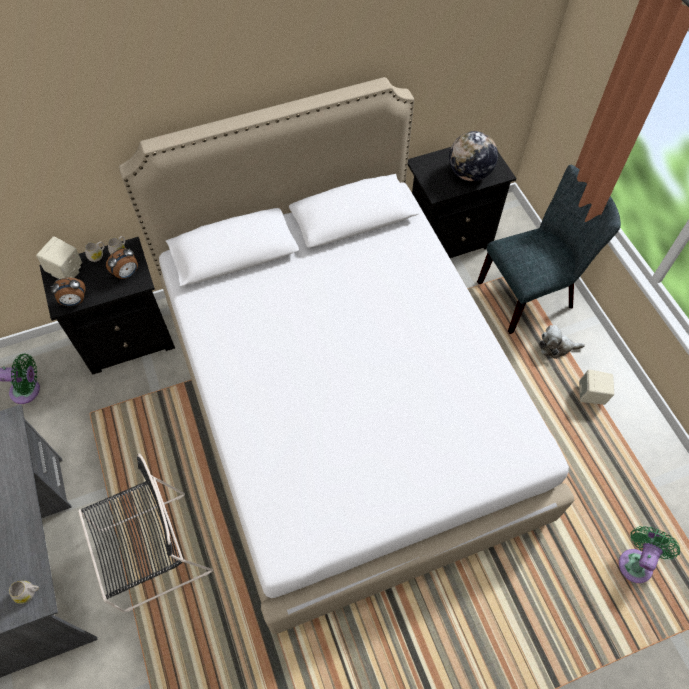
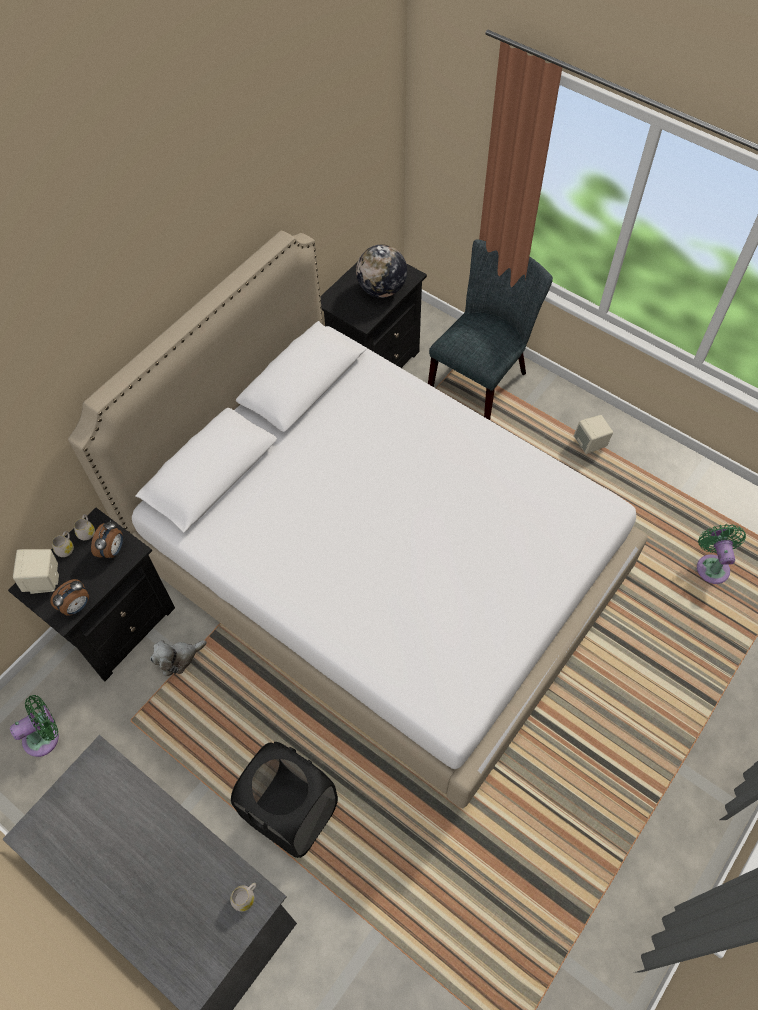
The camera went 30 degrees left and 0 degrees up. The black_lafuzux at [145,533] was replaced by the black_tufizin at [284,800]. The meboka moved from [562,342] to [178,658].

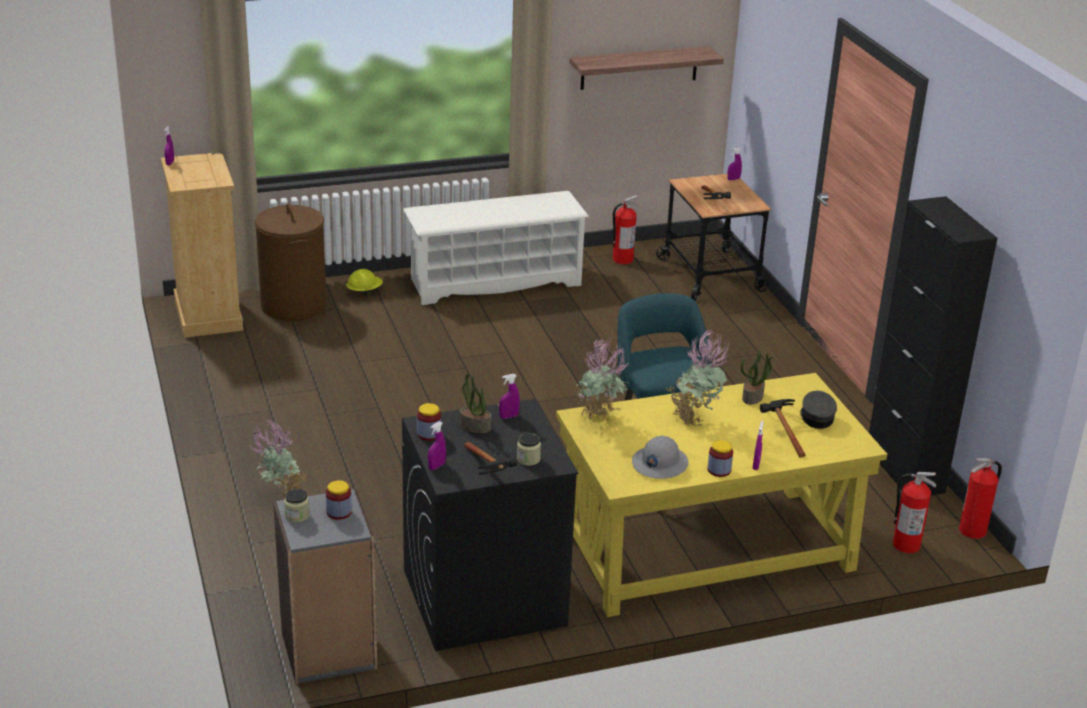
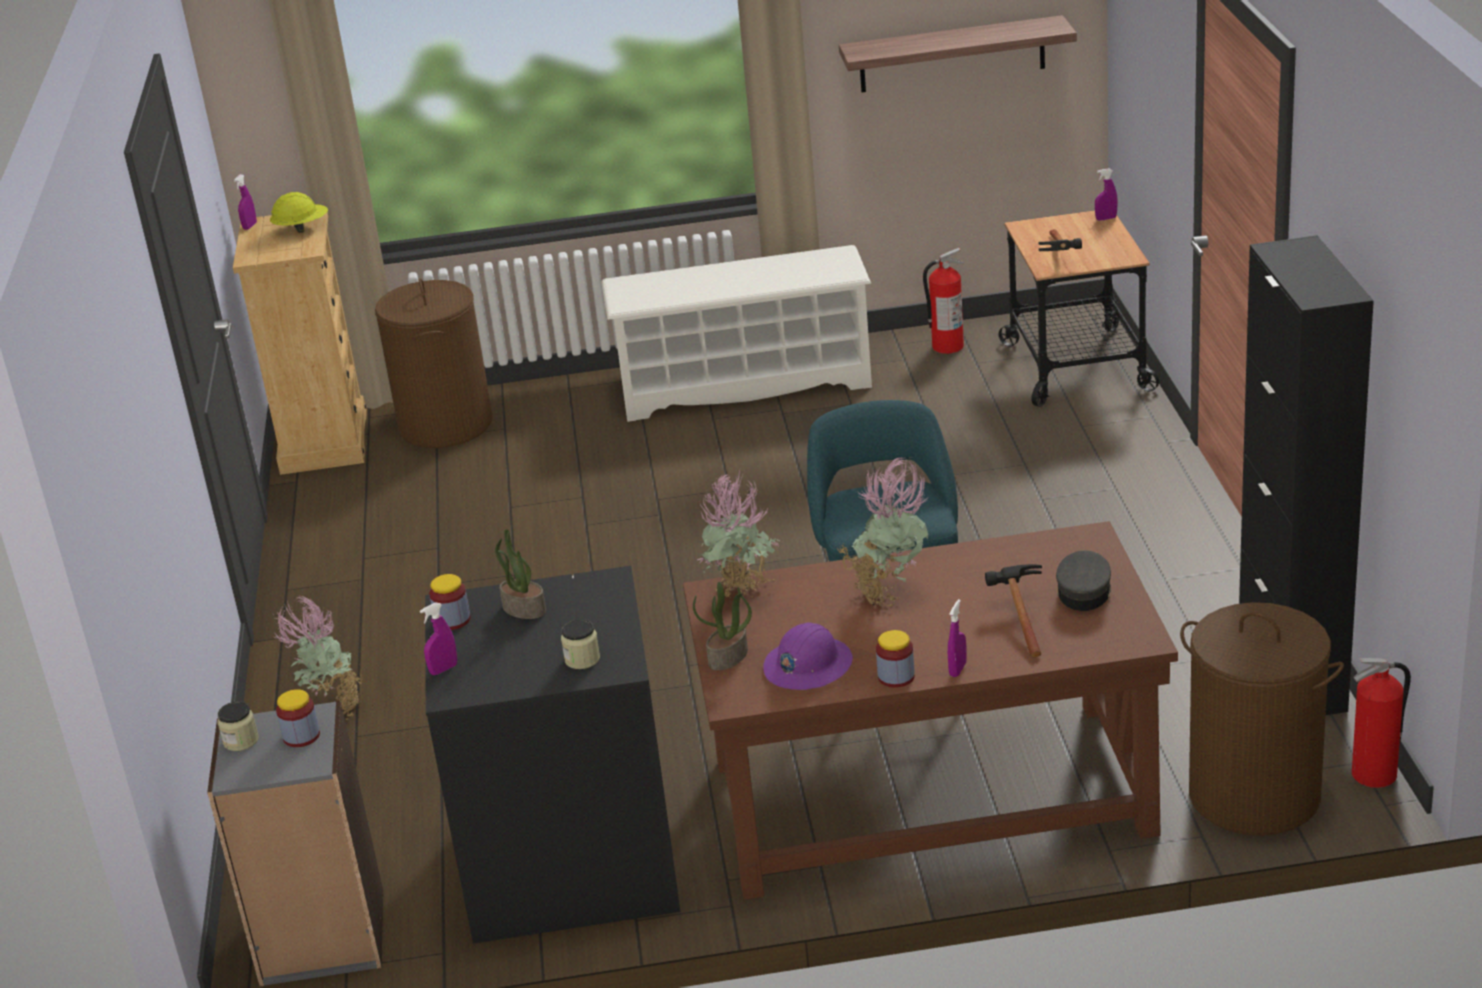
The camera went 15 degrees right and 0 degrees up. The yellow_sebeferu moved from [364,282] to [299,212]. The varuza at [490,458] disappeared. The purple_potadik at [509,396] disappeared. The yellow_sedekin at [721,495] became the brown_sedekin at [930,710]. The grey_sebeferu at [660,457] became the purple_sebeferu at [808,656]. The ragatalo moved from [757,377] to [722,626]. The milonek at [914,512] was replaced by the brown_tufizin at [1262,719].

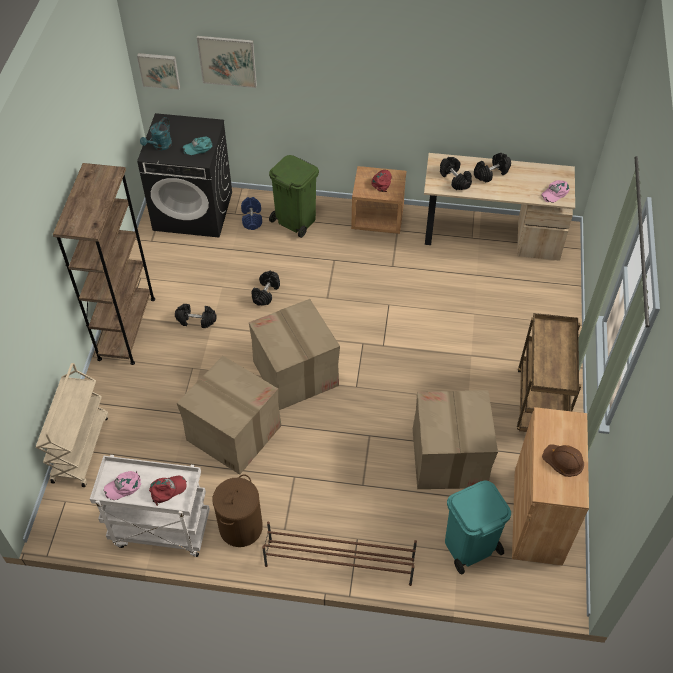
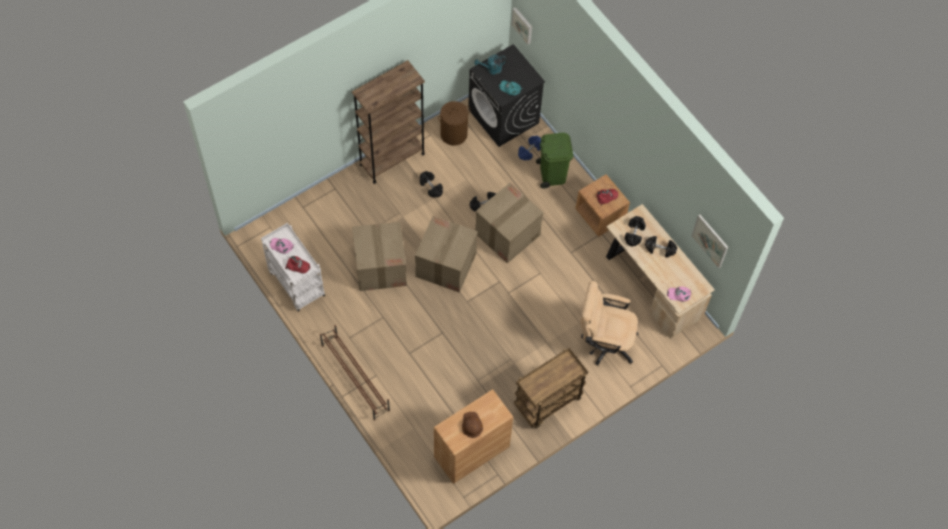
The camera went 45 degrees right and 10 degrees up. The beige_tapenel at [72,425] disappeared. The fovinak moved from [227,62] to [709,241]. The brown_tufizin moved from [238,511] to [454,123]. The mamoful moved from [455,439] to [509,223]. The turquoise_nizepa at [478,527] disappeared. The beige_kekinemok at [609,323] appeared.

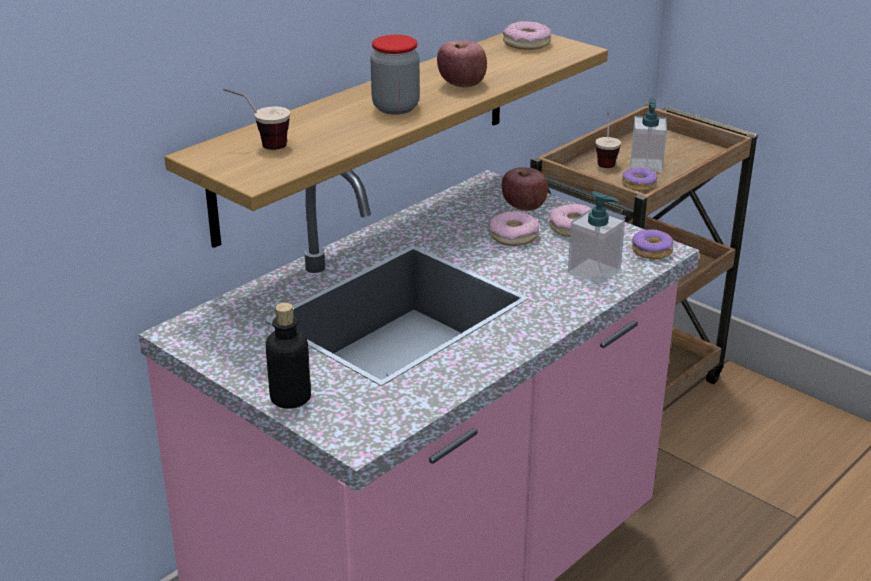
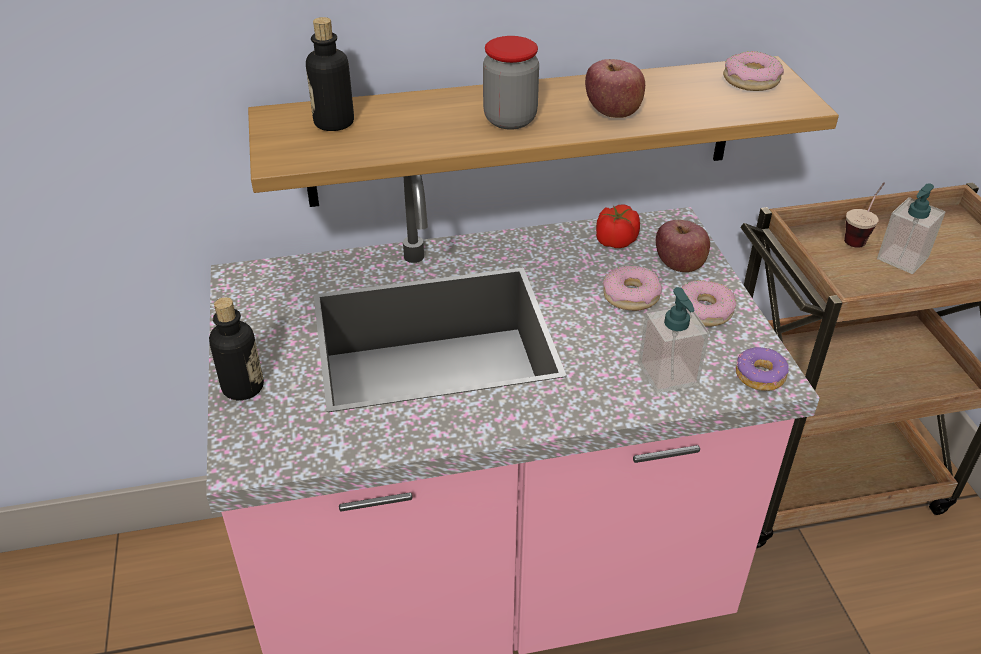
The camera went 35 degrees right and 10 degrees up. The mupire at [256,119] was replaced by the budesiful at [330,74]. The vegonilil at [640,180] disappeared. The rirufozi at [618,226] appeared.

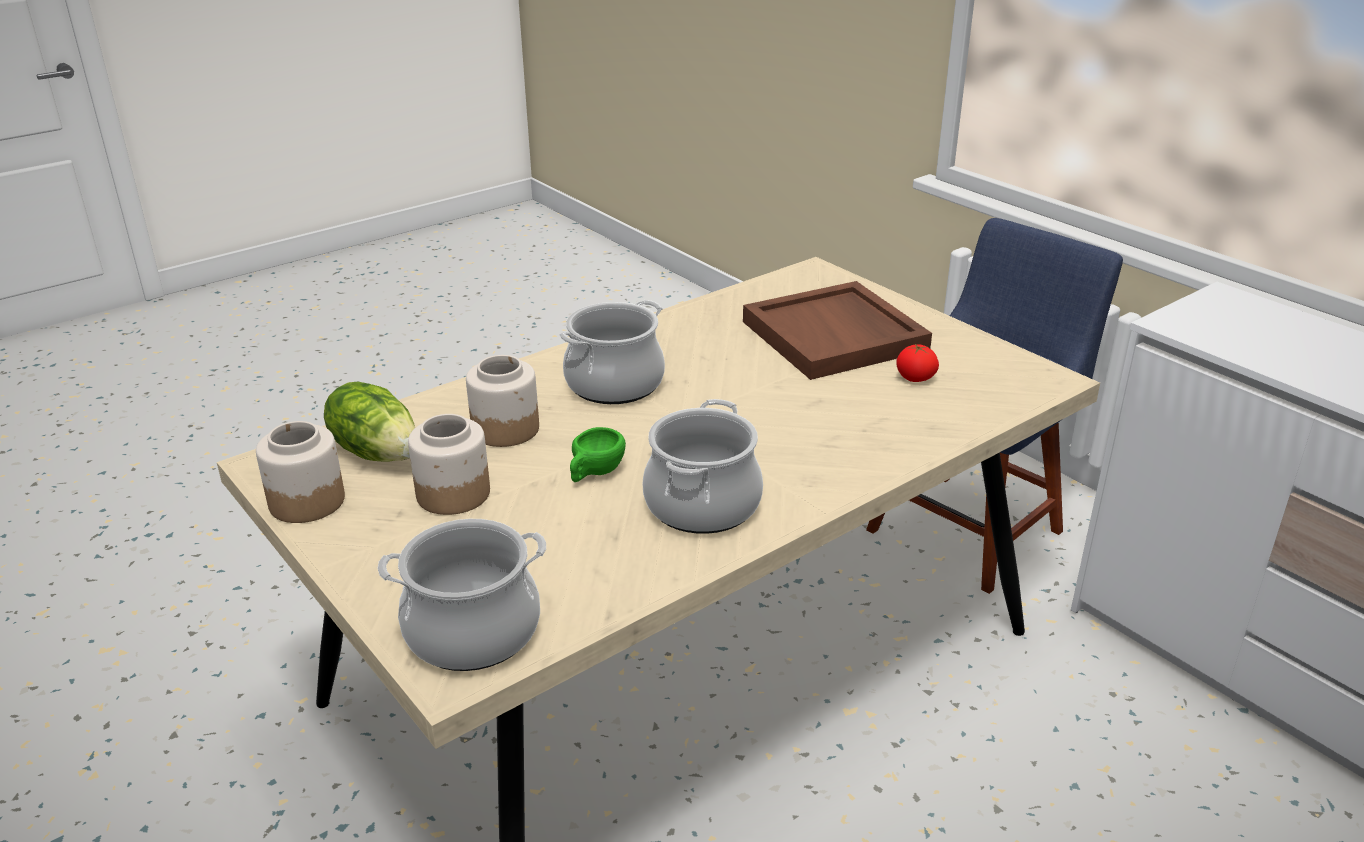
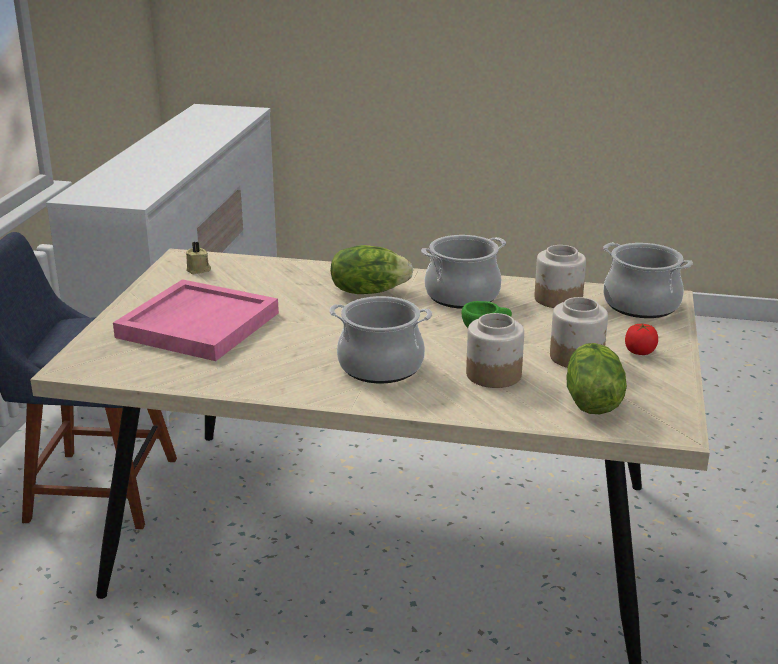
The camera went 130 degrees left and 5 degrees down. The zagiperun moved from [300,472] to [560,276]. The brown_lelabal at [837,330] became the pink_lelabal at [196,320]. The rirufozi moved from [918,363] to [641,339]. The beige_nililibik at [198,258] appeared. The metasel at [371,269] appeared.

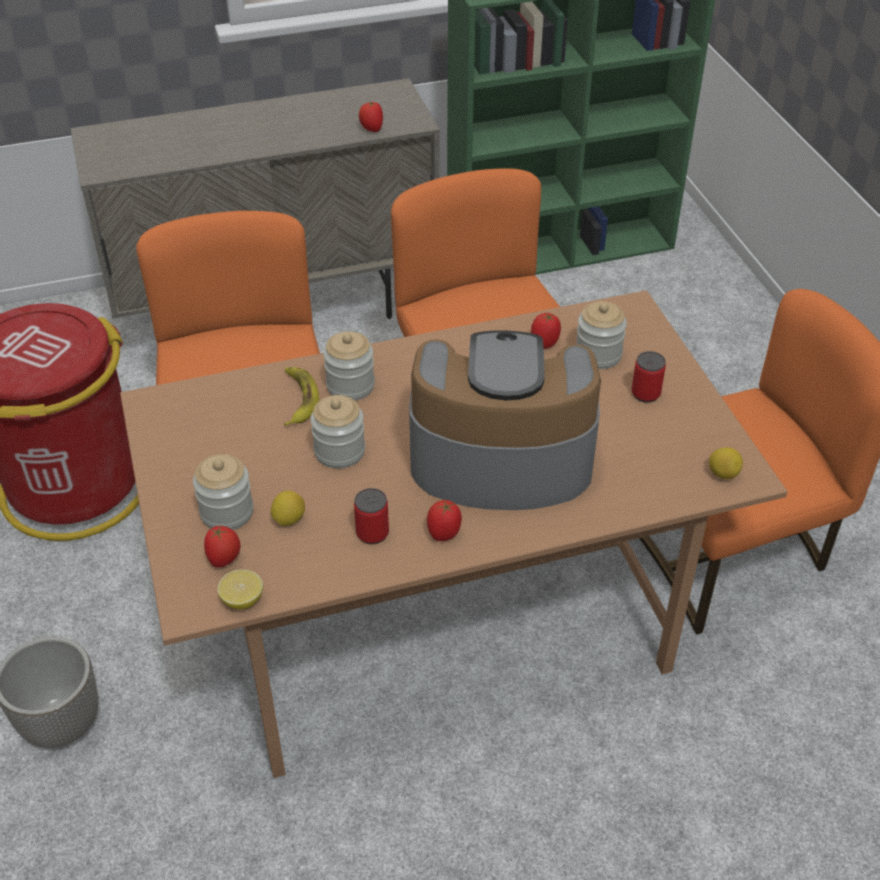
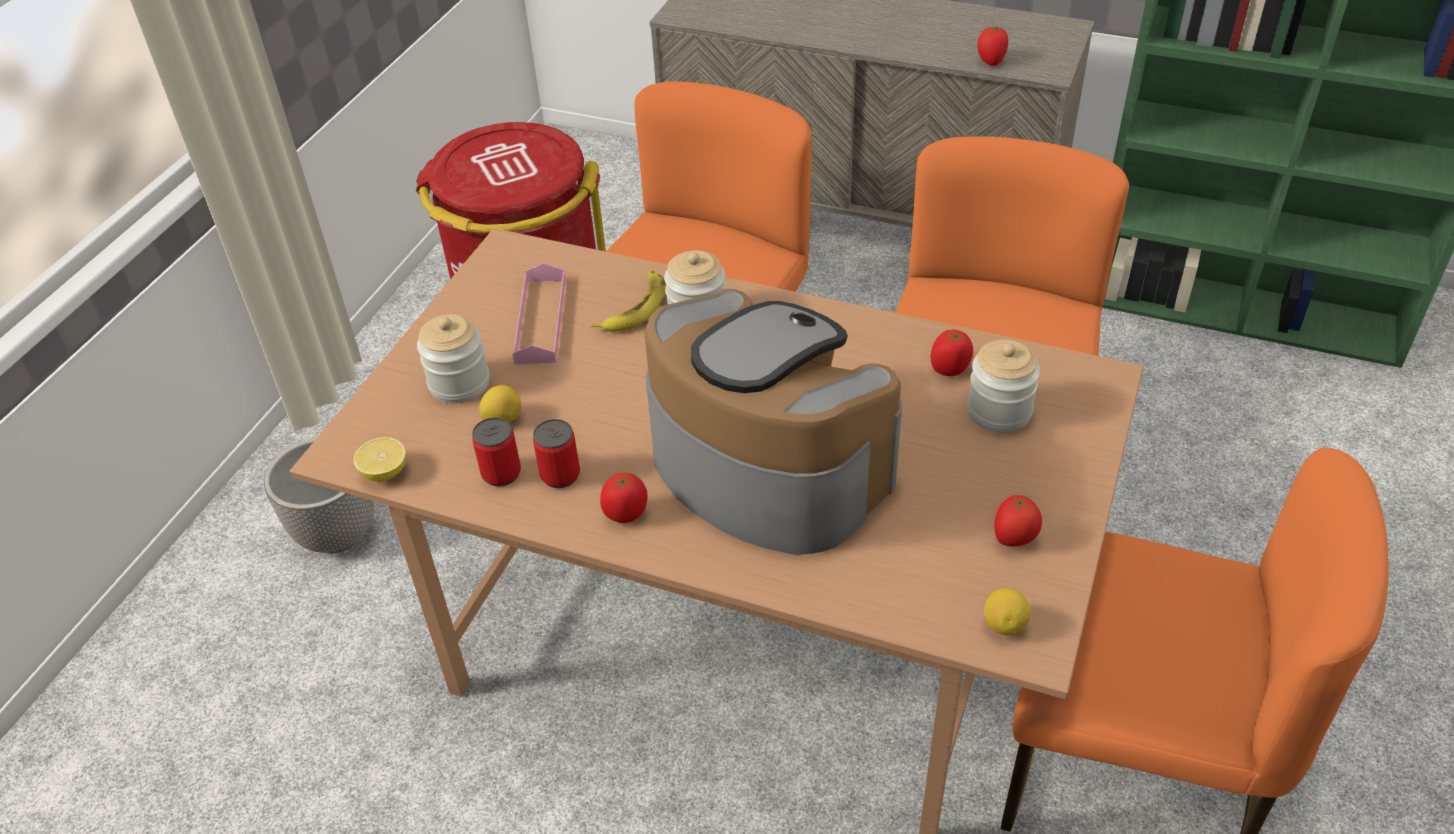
The camera went 40 degrees right and 0 degrees up. The rirufozi moved from [222,546] to [1018,521]. The zagiperun at [337,432] disappeared. The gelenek moved from [648,377] to [496,452]. The pink_lelabal at [539,313] appeared.

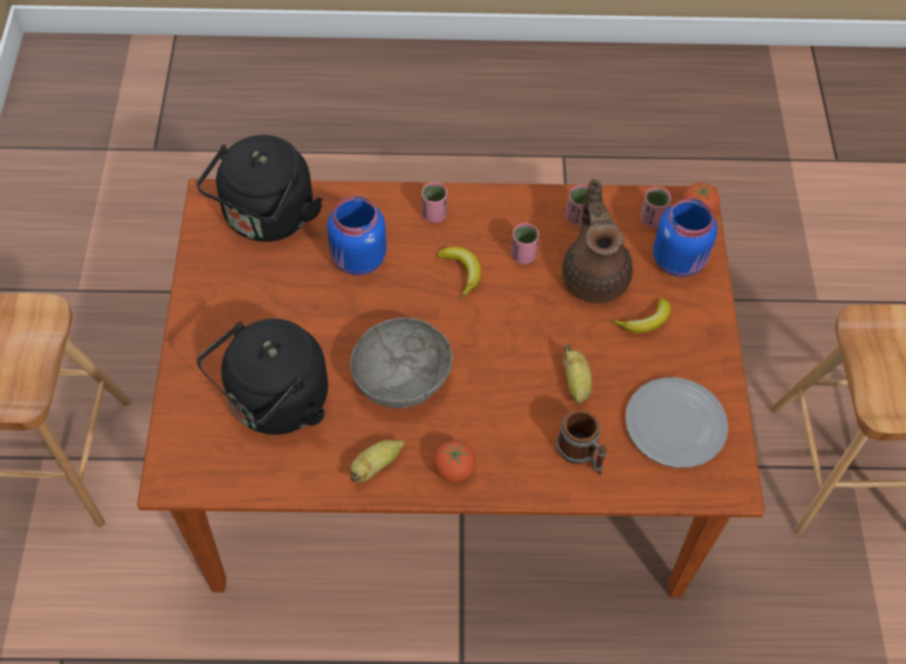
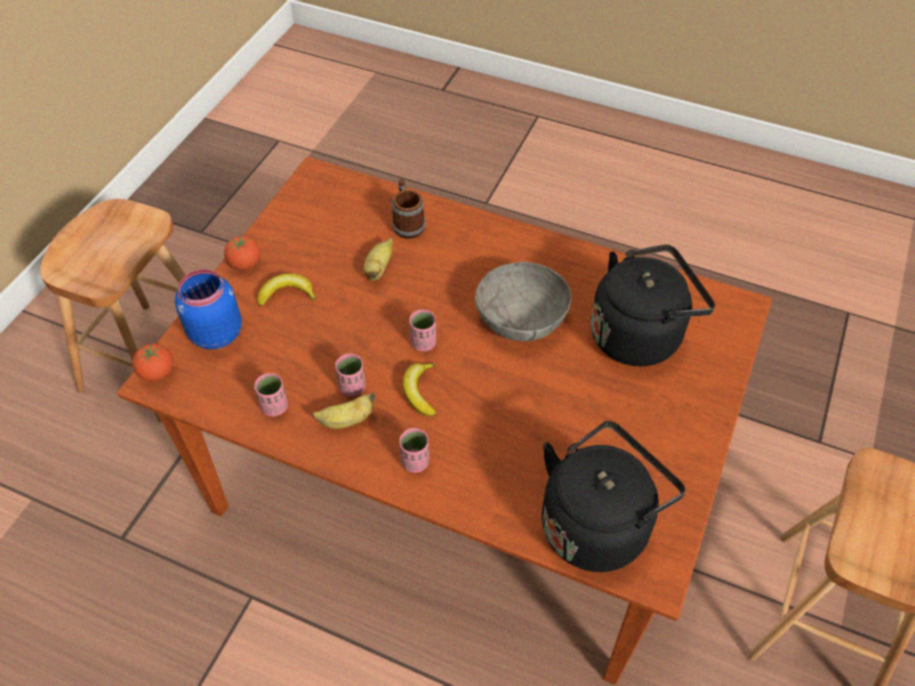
The camera went 155 degrees left and 5 degrees down. The blue_zagiperun at [356,235] disappeared. The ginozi moved from [377,461] to [344,411]. The rirufozi moved from [455,462] to [242,253]. The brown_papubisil at [597,241] disappeared. The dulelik at [676,422] disappeared. The pink_mupire moved from [655,207] to [422,330].

